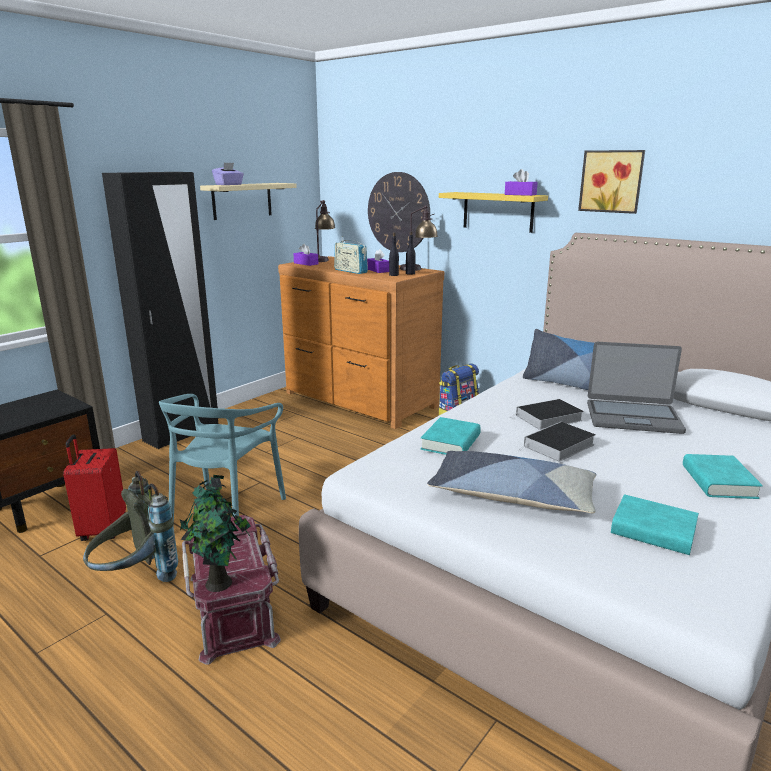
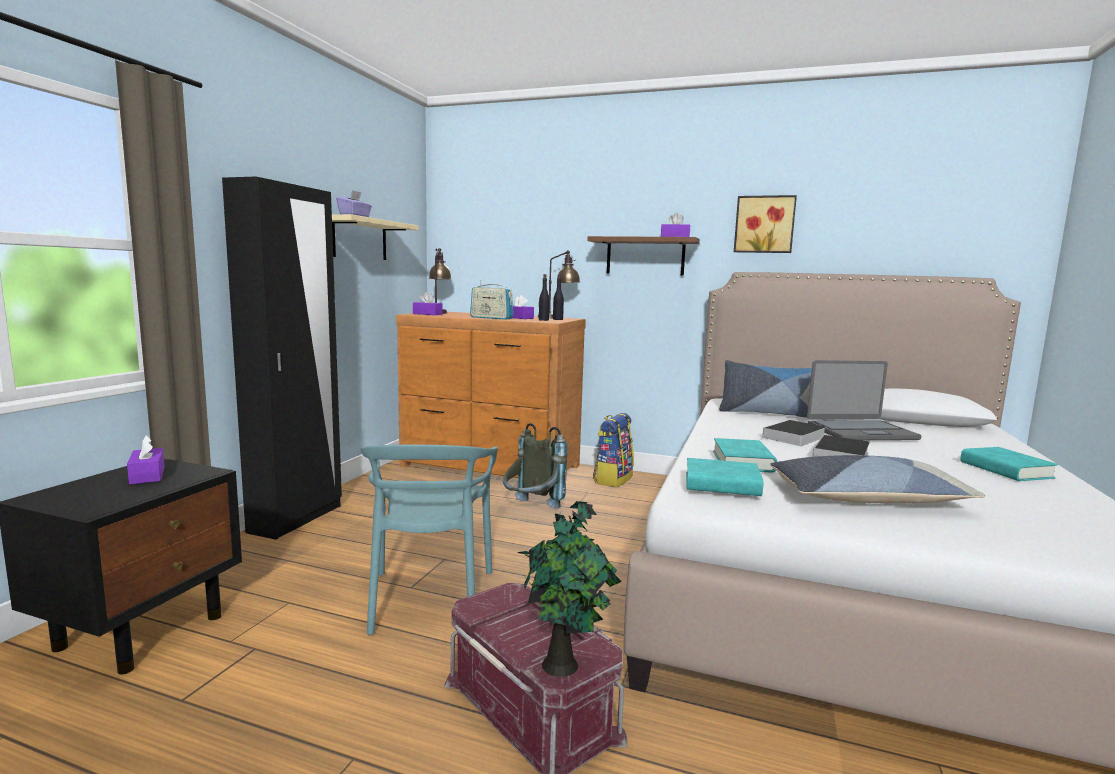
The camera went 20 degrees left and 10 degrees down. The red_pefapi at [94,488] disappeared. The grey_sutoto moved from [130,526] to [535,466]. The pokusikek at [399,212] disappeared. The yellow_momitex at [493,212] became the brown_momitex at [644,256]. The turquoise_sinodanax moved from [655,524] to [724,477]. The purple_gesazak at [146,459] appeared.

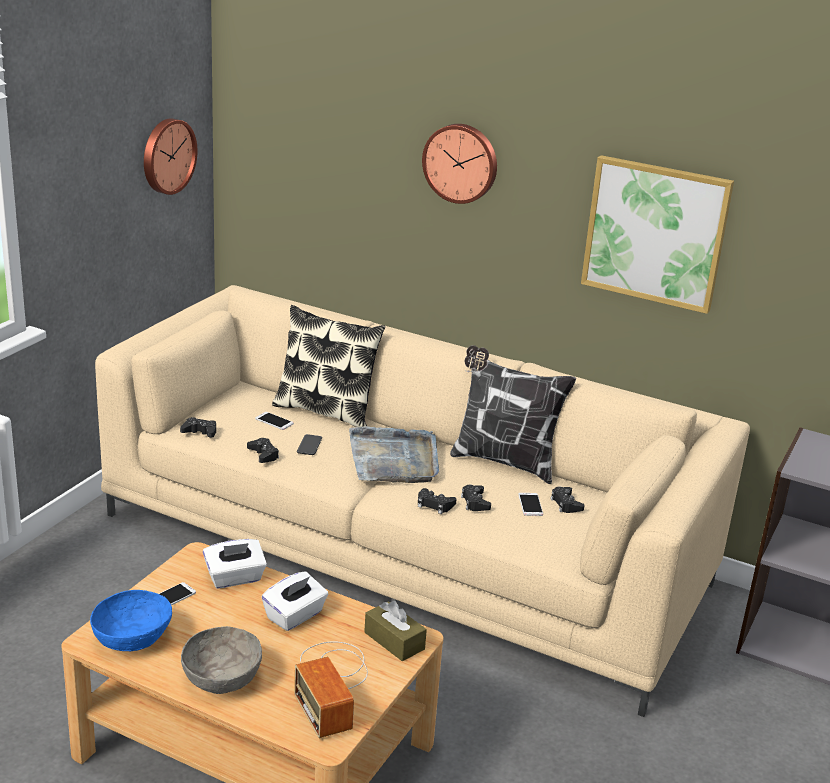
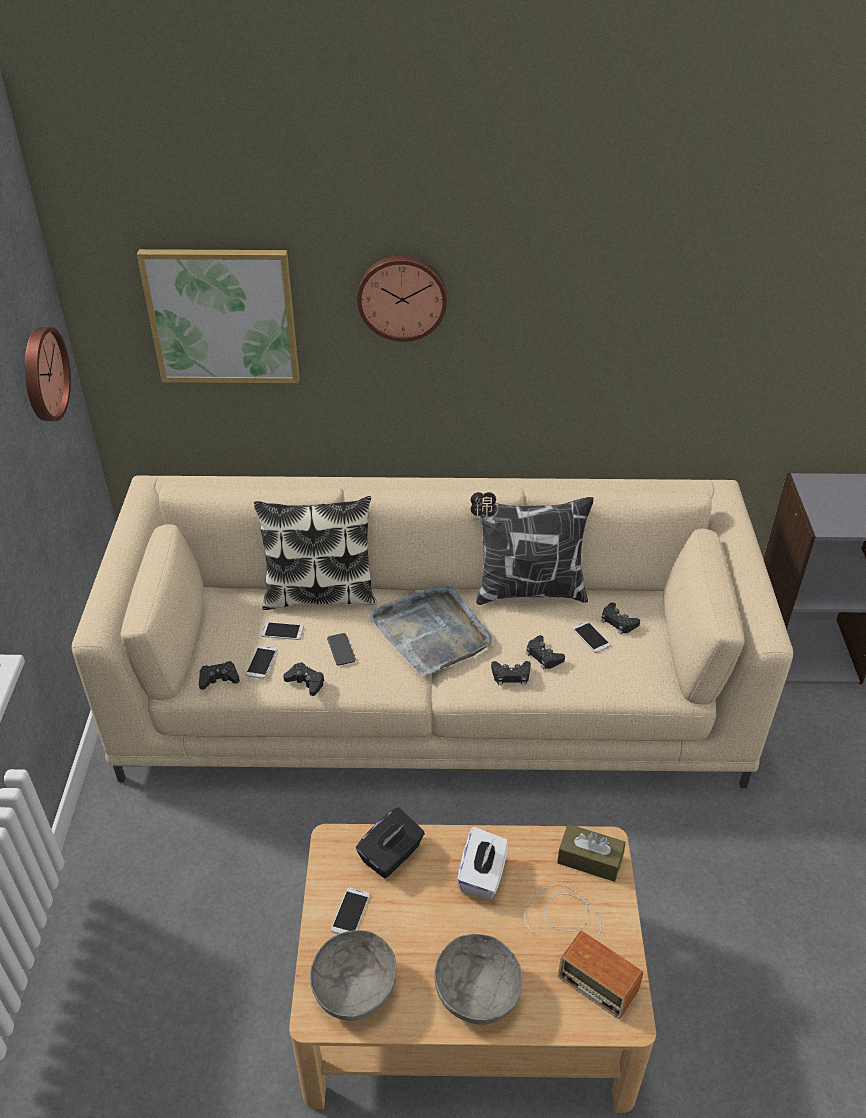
The camera went 25 degrees left and 15 degrees up. The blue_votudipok at [131,620] became the grey_votudipok at [353,975]. The white_gesazak at [235,564] became the black_gesazak at [390,842]. The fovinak moved from [657,234] to [218,316]. The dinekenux at [261,662] appeared.

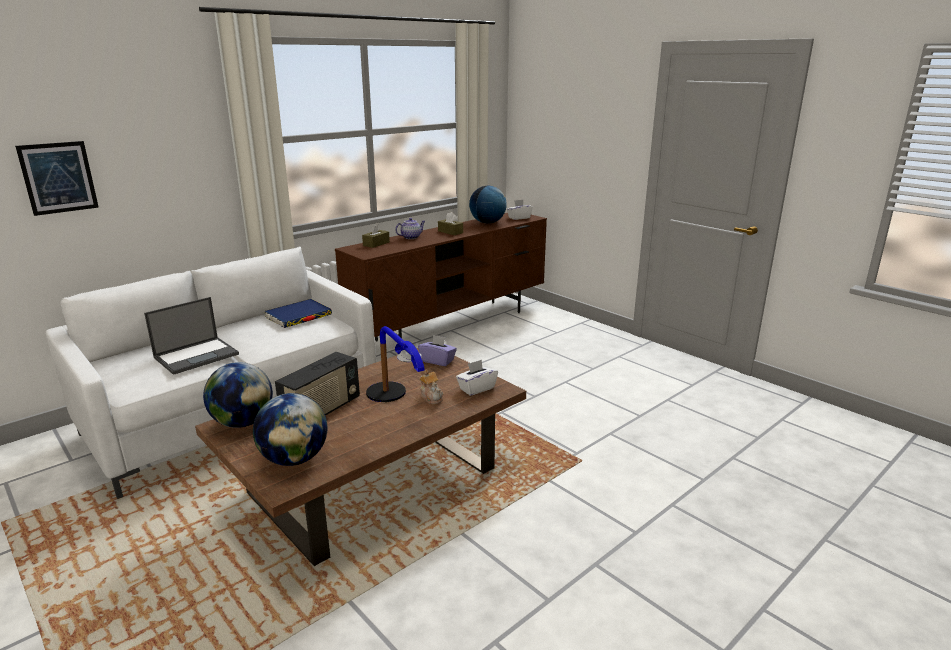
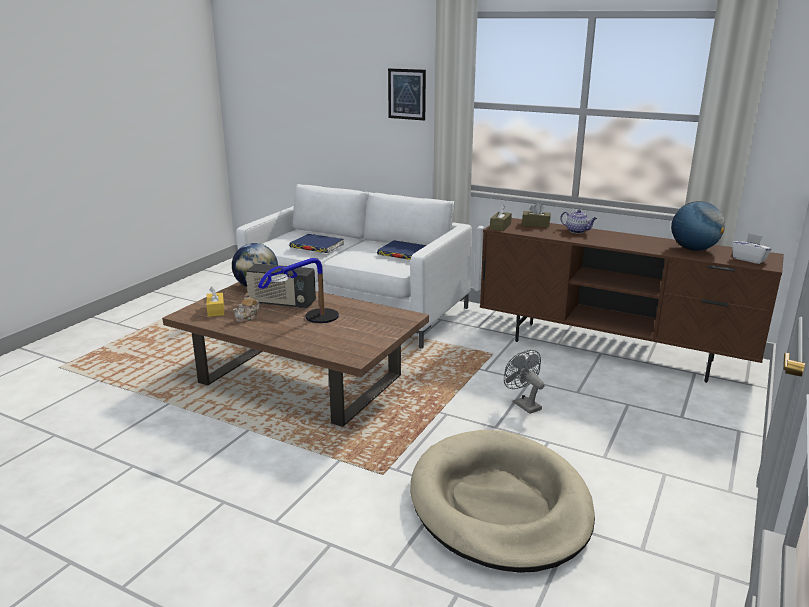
The camera went 70 degrees right and 0 degrees up. The fovinak moved from [57,178] to [407,94]. The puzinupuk at [191,336] was replaced by the blue_sinodanax at [316,243]. The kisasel at [290,429] was replaced by the yellow_gesazak at [215,302]. The purple_gesazak at [437,350] disappeared. The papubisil moved from [431,387] to [246,307]. The brown_gesazak moved from [450,223] to [501,218]. The white_gesazak at [477,378] disappeared. The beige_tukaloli at [502,501] appeared. The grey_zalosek at [524,382] appeared.

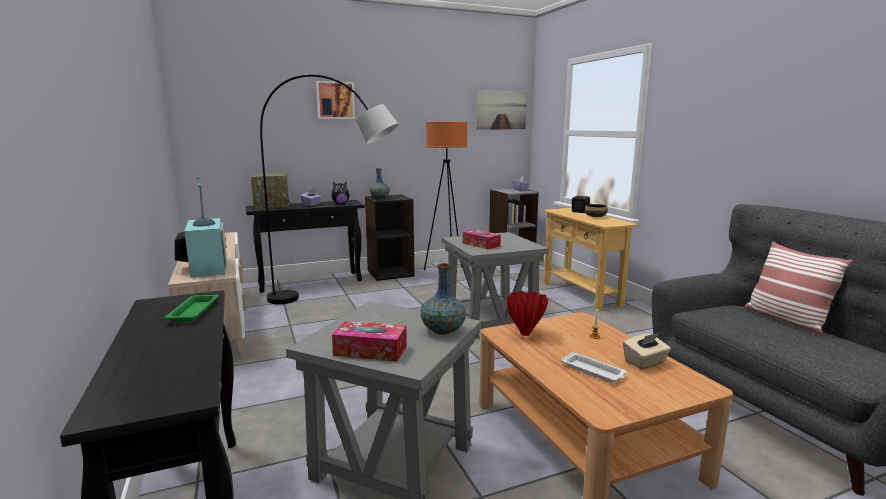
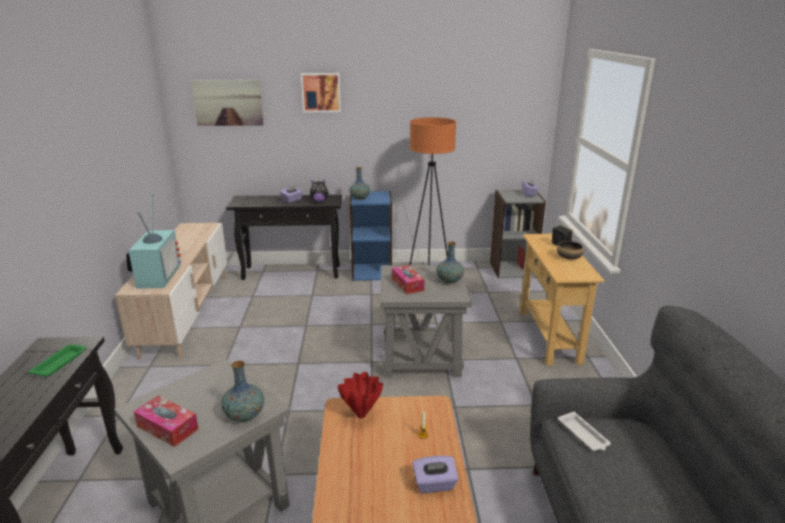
The camera went 20 degrees right and 10 degrees up. The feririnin at [271,191] disappeared. The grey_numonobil at [329,189] disappeared. The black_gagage at [389,237] became the blue_gagage at [370,236]. The fovinak moved from [501,109] to [227,103]. The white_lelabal moved from [594,367] to [584,431]. The beige_gesazak at [647,351] became the purple_gesazak at [435,474]. The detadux at [798,288] disappeared. The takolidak at [450,262] appeared.

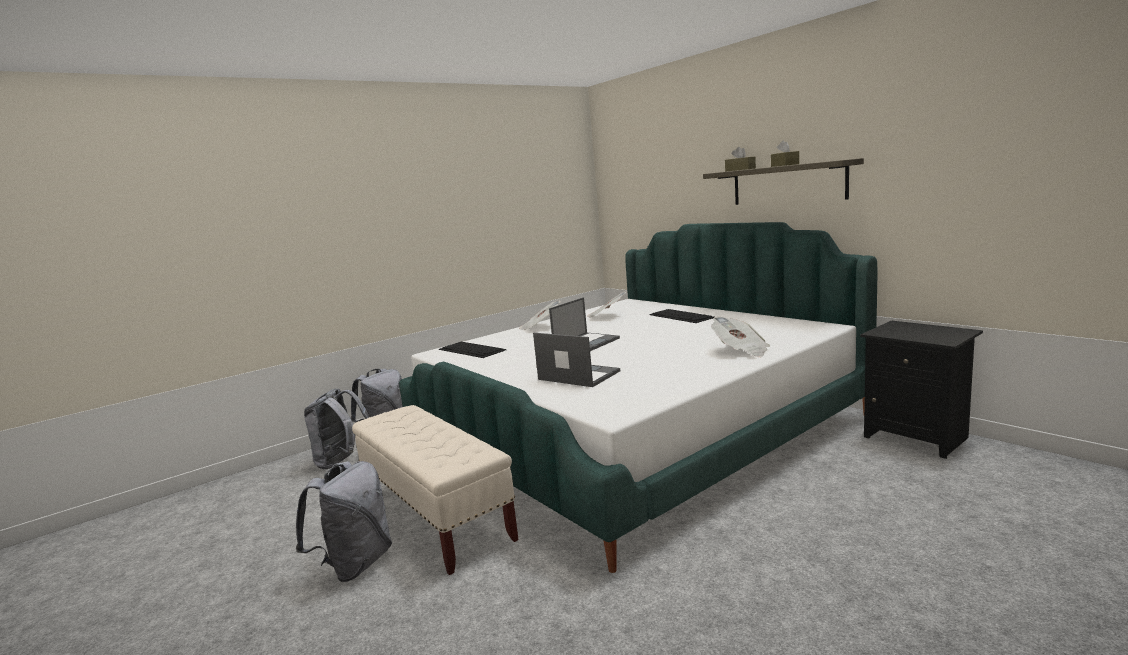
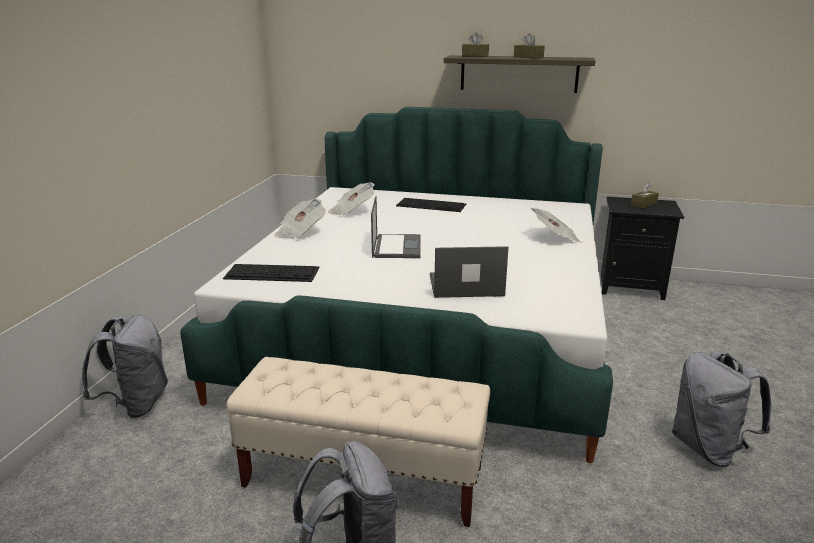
The camera went 40 degrees left and 10 degrees up. The grey_sutoto moved from [336,428] to [721,409]. The brown_gesazak at [645,195] appeared.

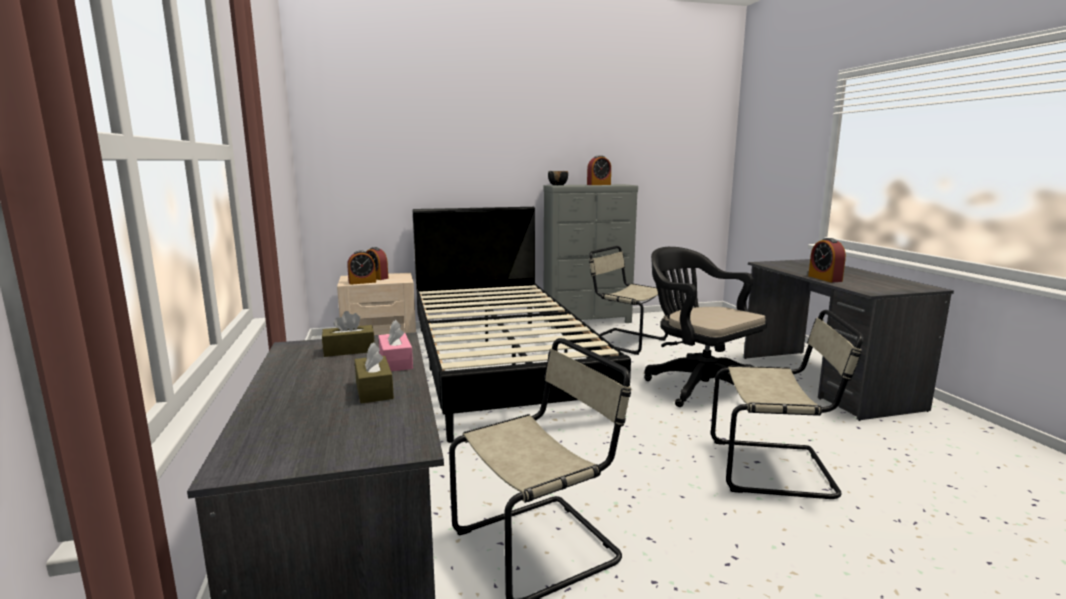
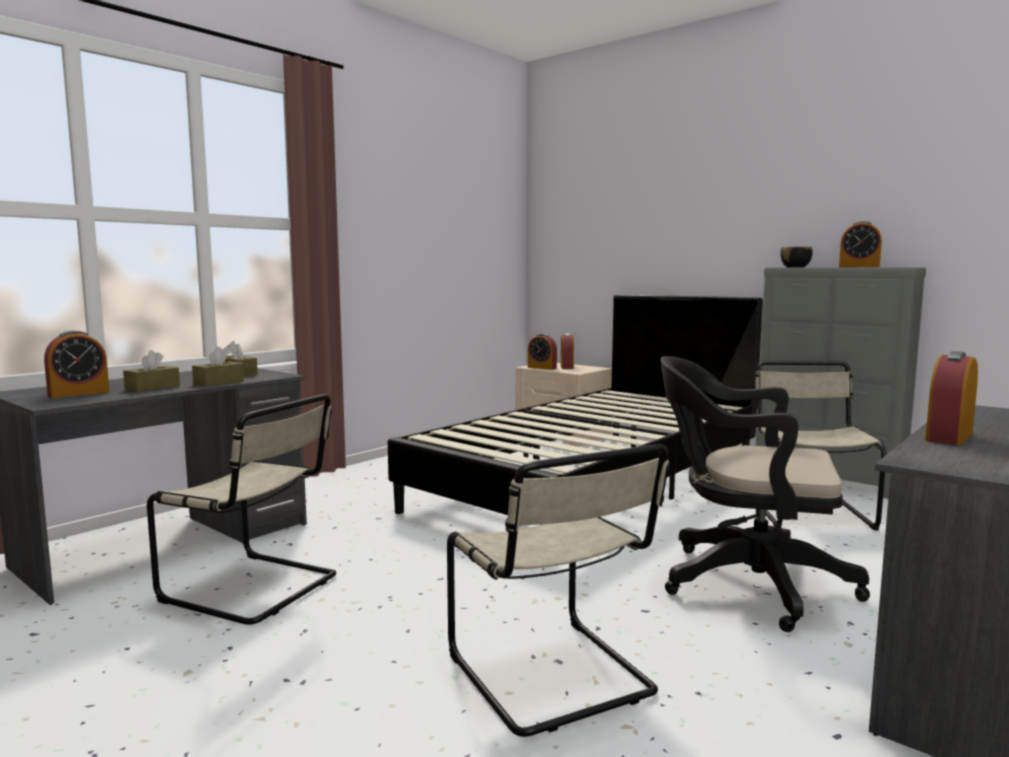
The camera went 55 degrees right and 5 degrees down. The pink_gesazak at [395,346] became the brown_gesazak at [218,366]. The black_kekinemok at [705,327] turned 90 degrees counterclockwise. The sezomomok at [77,364] appeared.

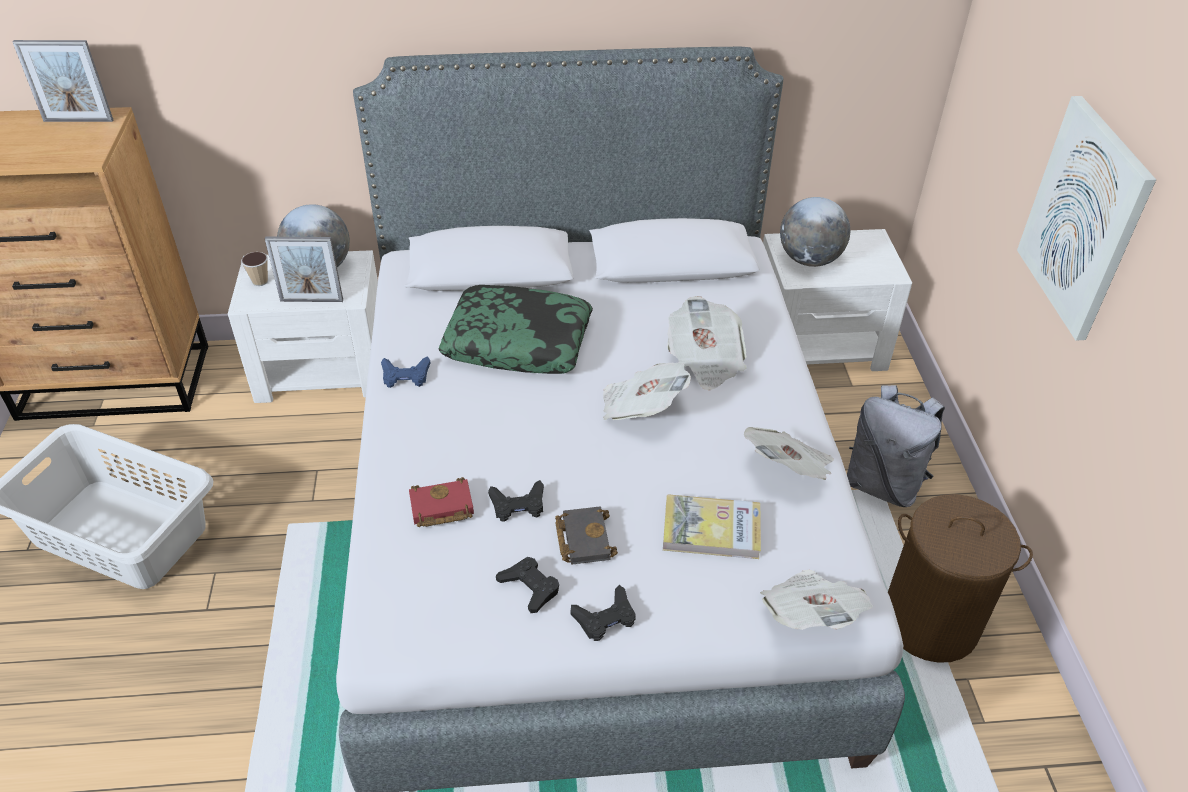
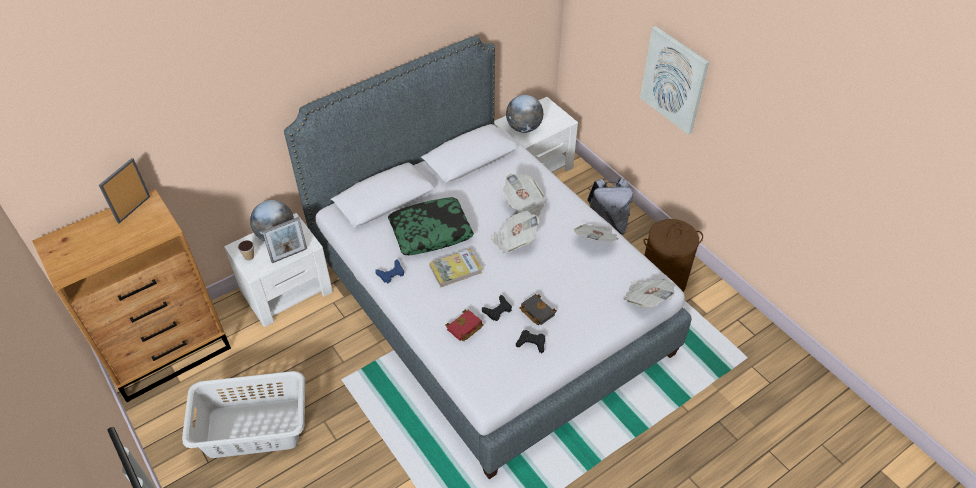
The camera went 30 degrees left and 5 degrees up. The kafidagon at [63,81] turned 150 degrees clockwise. The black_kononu at [603,613] disappeared. The sinodanax moved from [712,526] to [455,268].

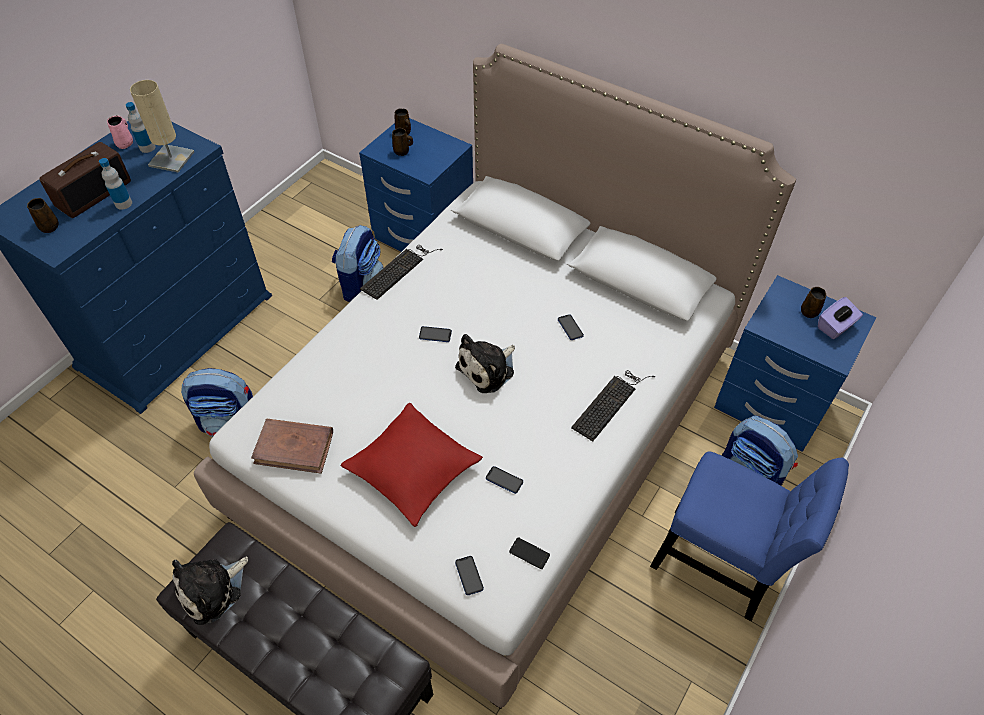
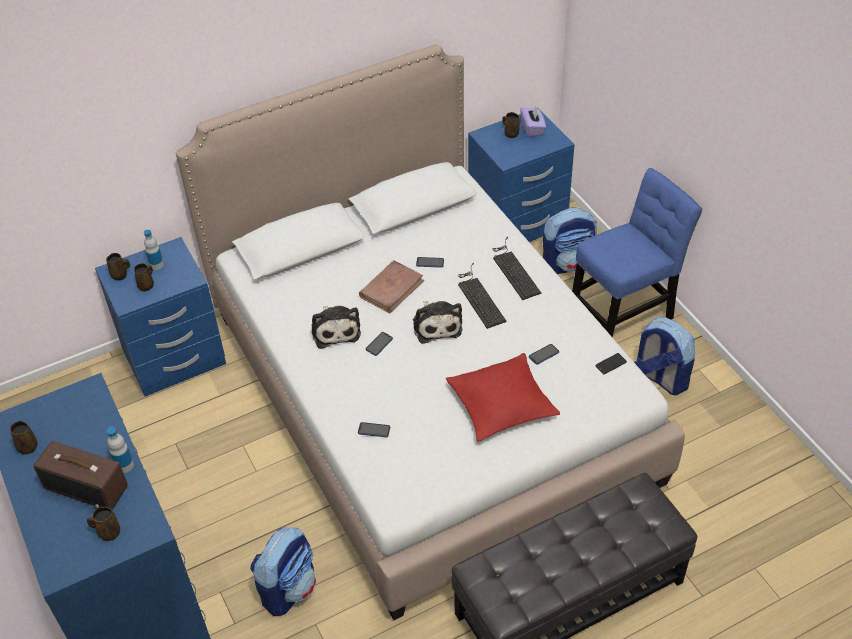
The camera went 60 degrees left and 5 degrees down. The feririnin at [85,180] turned 135 degrees clockwise. The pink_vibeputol at [120,132] became the brown_vibeputol at [24,437]. The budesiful moved from [141,127] to [154,249]. The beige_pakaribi at [162,126] disappeared. The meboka moved from [210,590] to [336,327]. The brown_sinodanax moved from [292,446] to [391,287]. The sutoto moved from [358,264] to [664,356]. The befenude moved from [401,272] to [482,295]. The dinekenux moved from [469,575] to [374,429].

